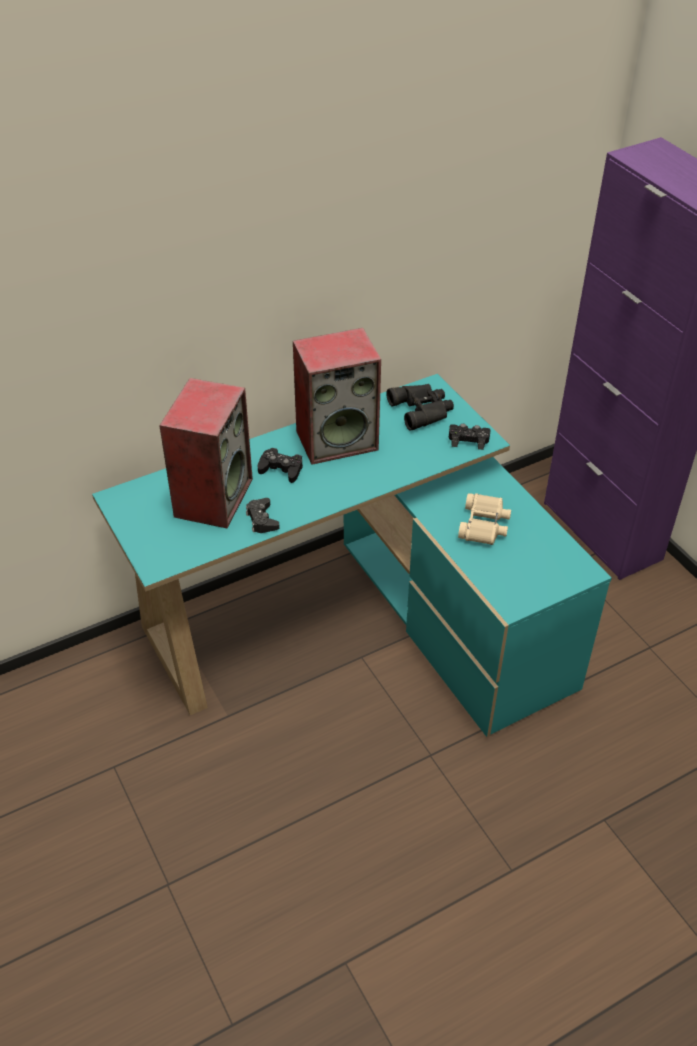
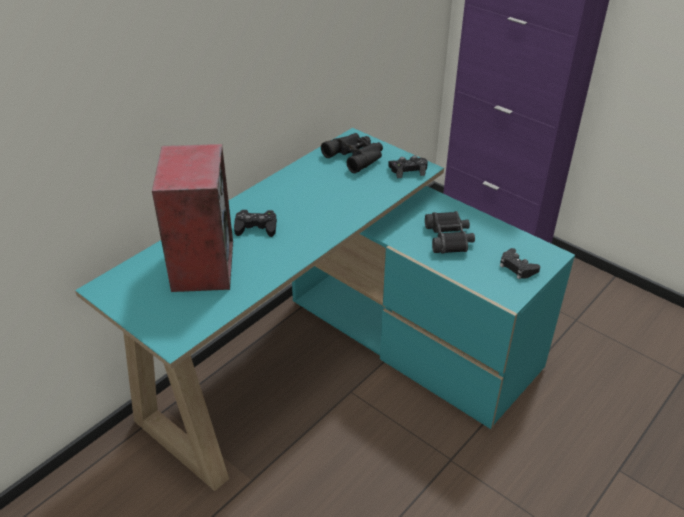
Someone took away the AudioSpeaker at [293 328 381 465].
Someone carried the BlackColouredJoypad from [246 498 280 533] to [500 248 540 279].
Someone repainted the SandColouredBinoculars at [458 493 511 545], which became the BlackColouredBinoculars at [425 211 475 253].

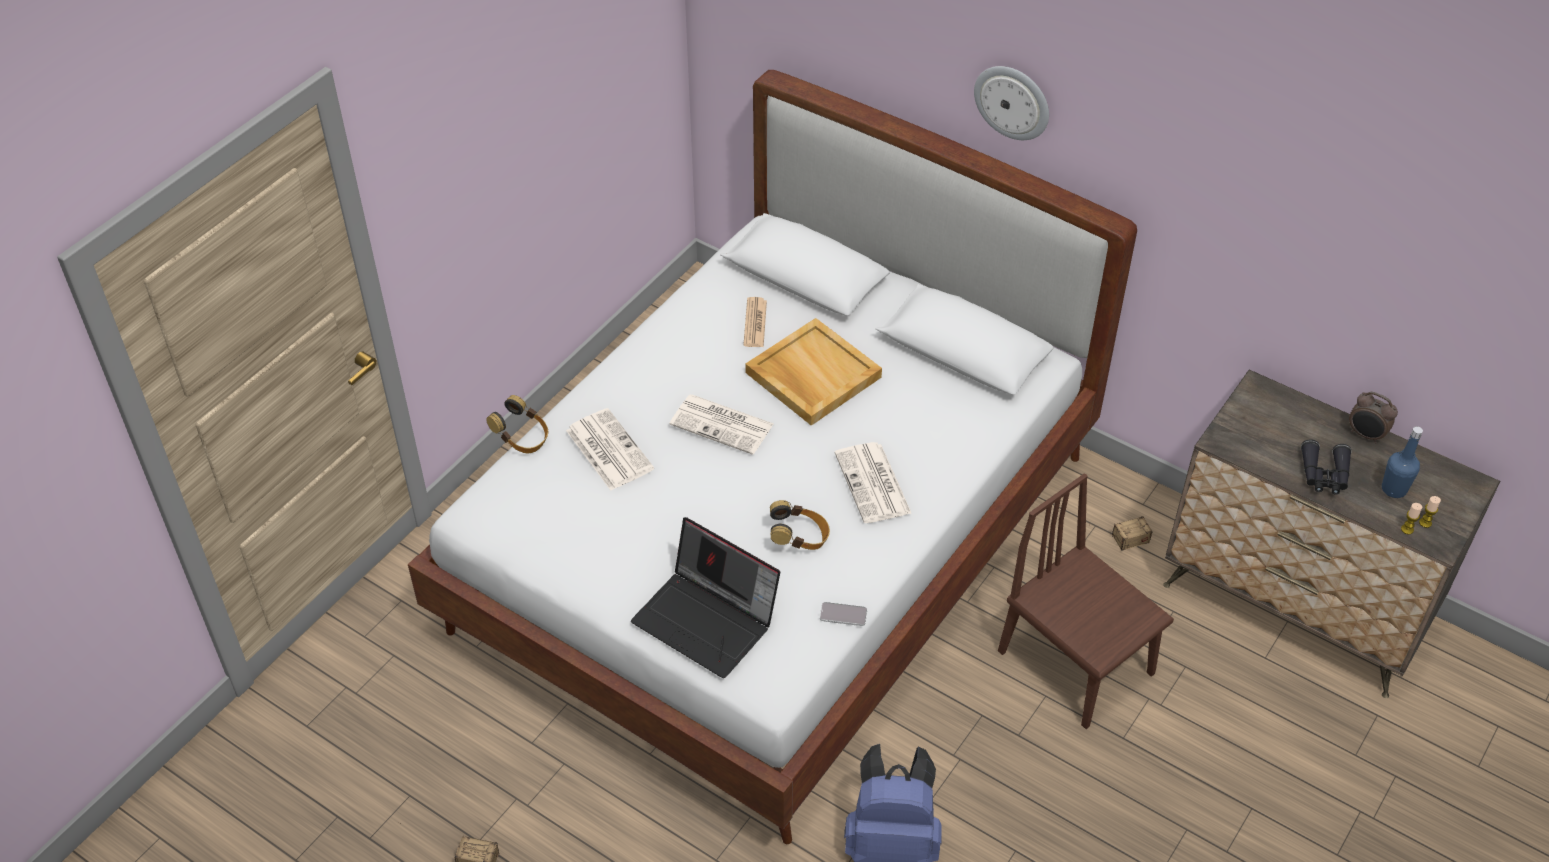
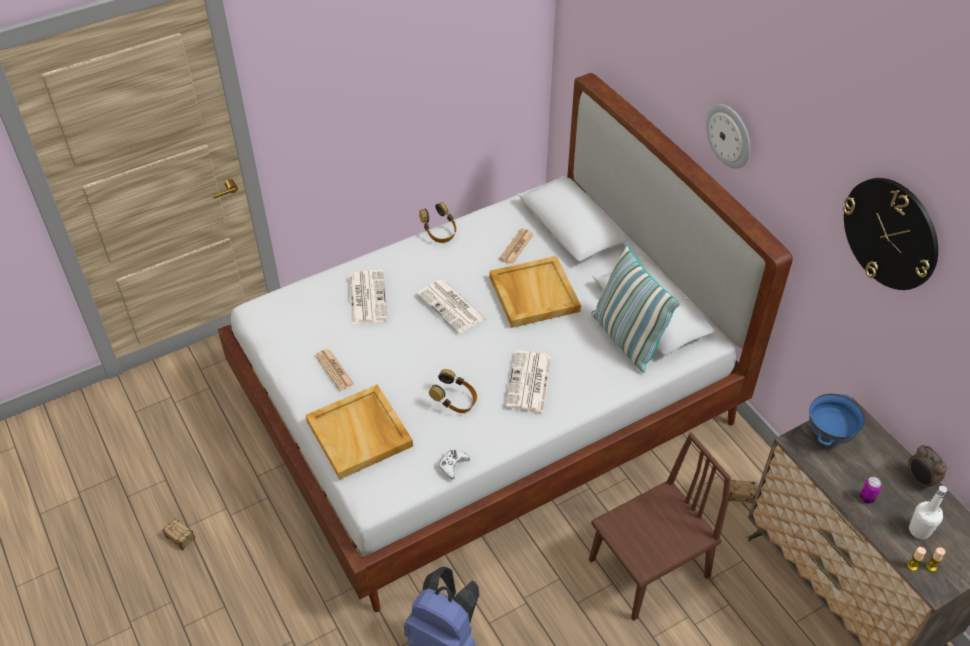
Someone put down the DailyPaper at [315 349 355 391].
Someone put down the ThrowPillow at [591 244 680 373].
Someone put down the BlueColouredBowl at [809 394 865 445].
Someone put up the ClockOnTheWall at [843 178 938 290].
Someone carried the Headset from [486 395 548 453] to [419 202 456 243].
Someone swapped the PortableComputer at [631 517 780 678] for the SandColouredServingTray at [306 384 413 480].
Someone swapped the Telephone at [820 602 867 626] for the WhiteJoypad at [439 449 470 479].
Someone swapped the BlackColouredBinoculars at [1301 439 1352 495] for the Can at [860 477 882 504].
Someone repainted the BlueColouredBottle at [1382 426 1423 498], which became the WhiteBottle at [909 485 947 539].
Someone rotated the BrownishPlainChair at [998 473 1174 729] by 75 degrees clockwise.

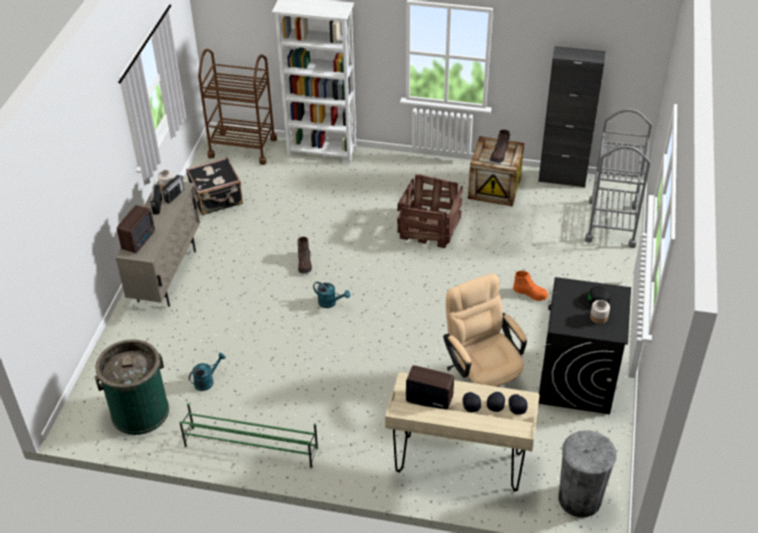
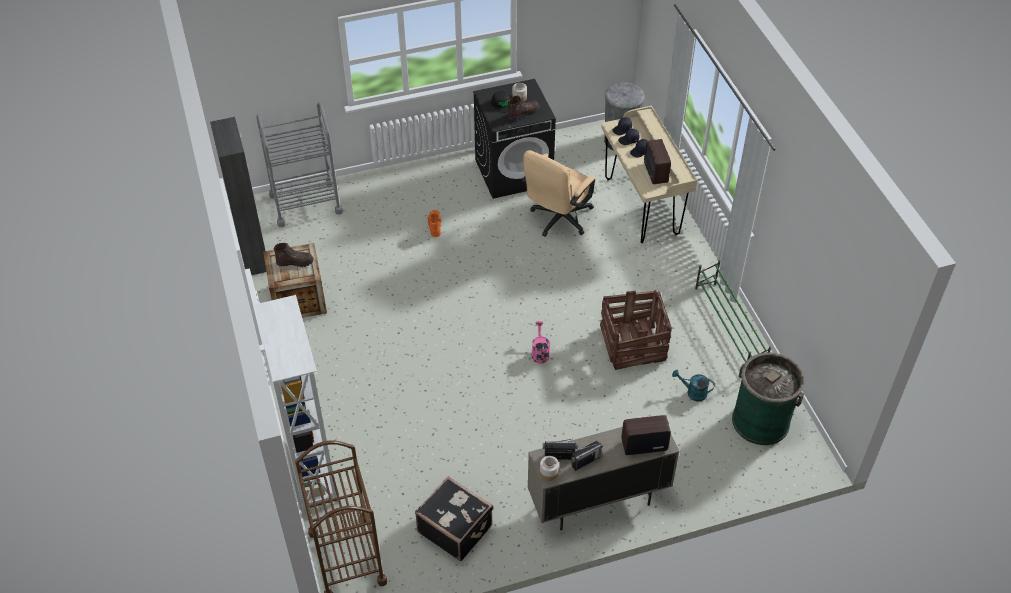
Someone carried the BrownishBoot from [297 237 312 273] to [507 96 540 120].
Someone carried the ShippingCrate from [397 174 463 248] to [600 290 672 370].
Someone repainted the TurquoiseWateringCan at [313 282 350 308], which became the PinkWateringCan at [532 321 550 364].

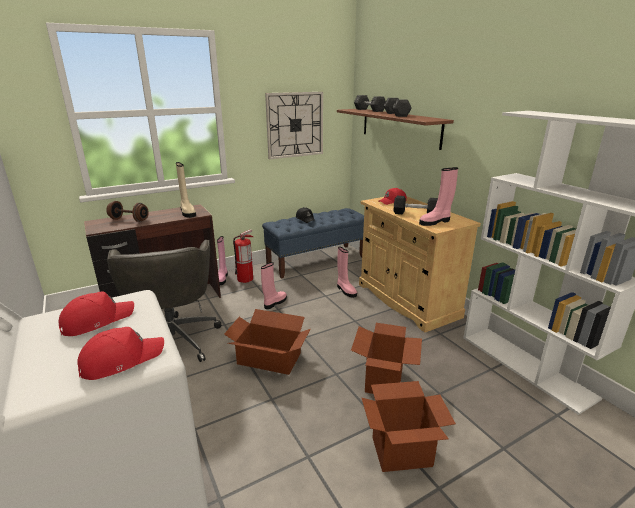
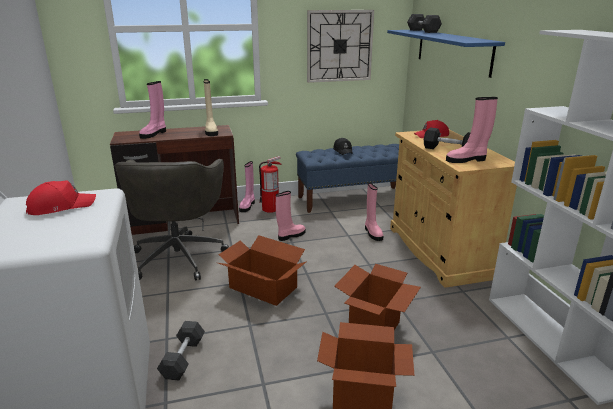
Someone took away the RedColouredPeakedCap at [77 327 164 380].
Someone carried the GreyDumbbell from [383 98 412 117] to [157 321 205 380].
Someone swapped the BrownishDumbbell at [106 201 149 222] for the PinkBoot at [139 81 166 139].
Someone repainted the BrownishBracketShelf at [337 109 454 150], which became the BlueColouredBracketShelf at [387 30 505 78].

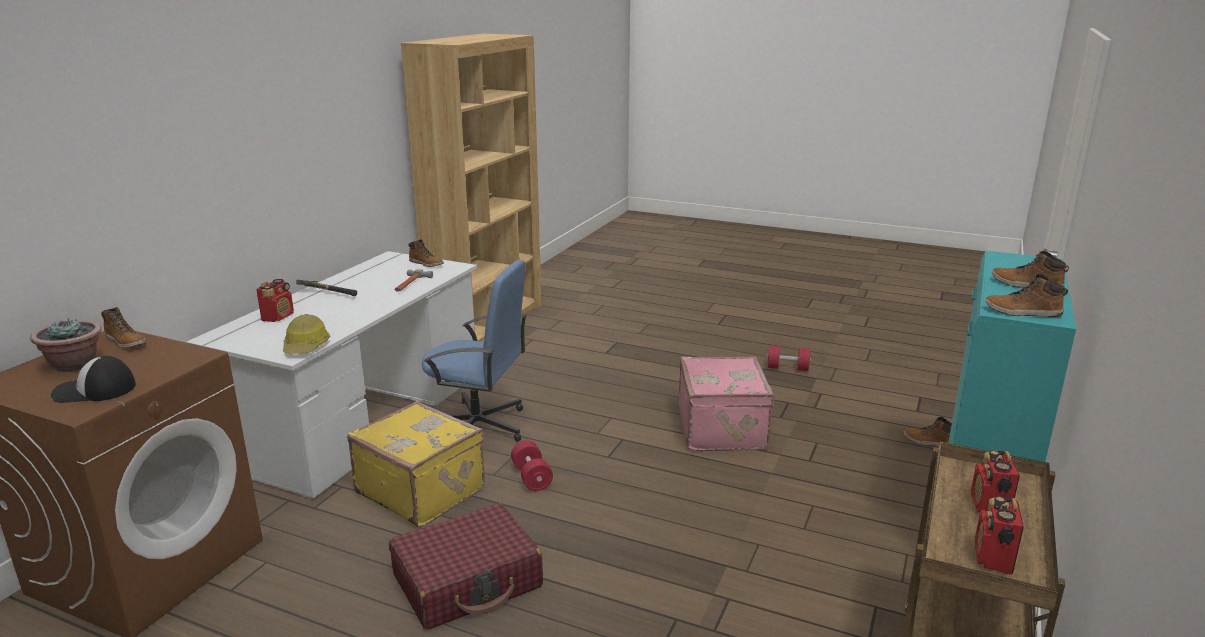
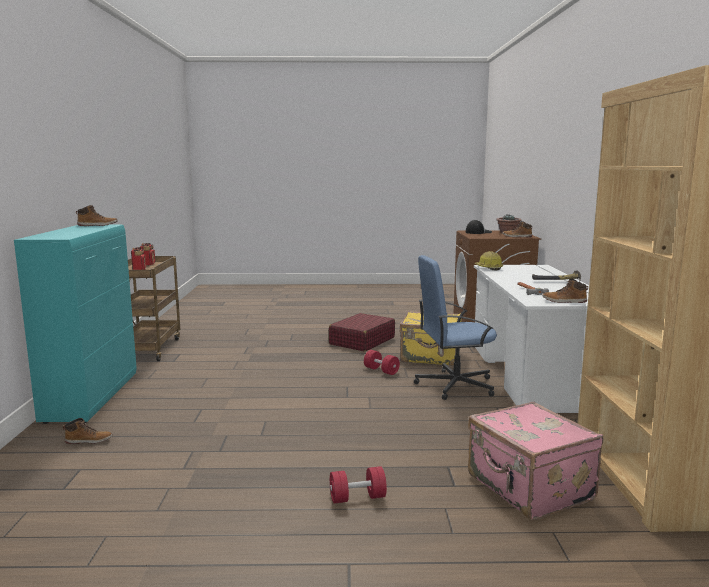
Someone took away the RadioReceiver at [256 279 294 322].
Someone took away the Boot at [992 251 1069 288].
Someone carried the PinkPieceOfLuggage from [678 356 775 451] to [468 402 603 520].
Someone carried the RedColouredDumbbell from [767 345 811 371] to [330 466 387 503].

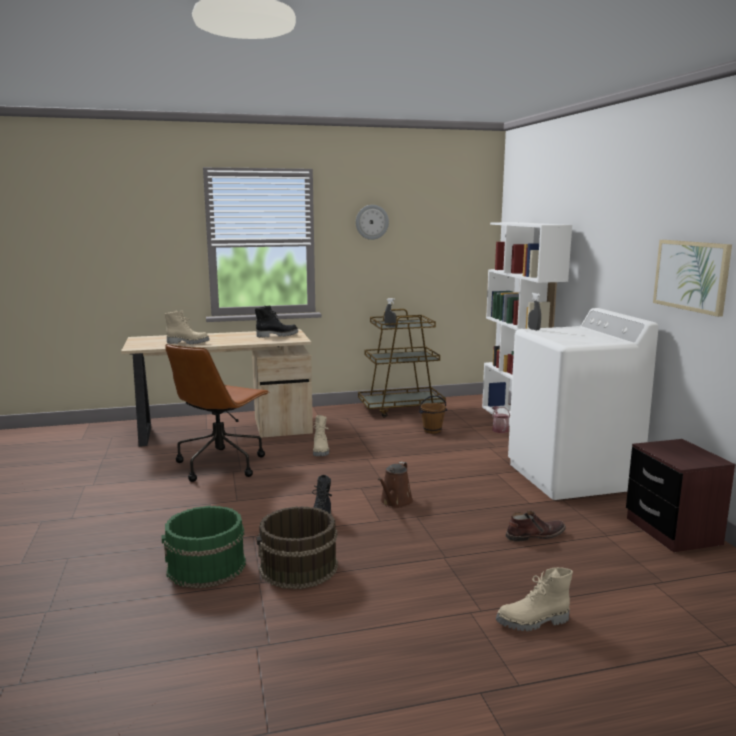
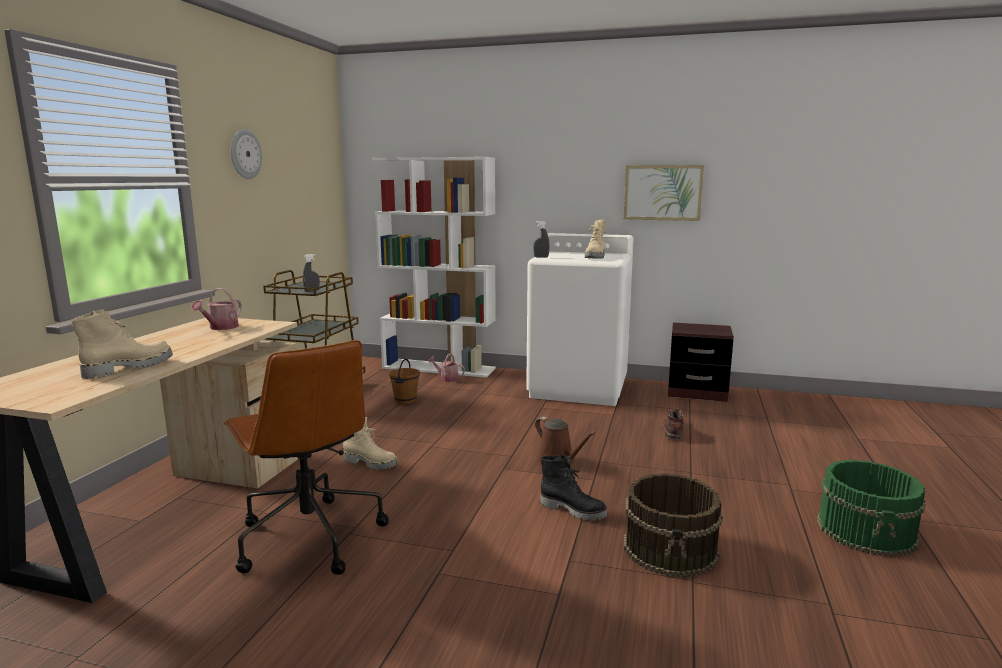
Someone carried the GreenColouredPail from [162 506 246 588] to [817 460 926 557].
Someone carried the SandColouredBoot from [496 567 573 631] to [585 220 606 259].
Someone swapped the BlackColouredBoot at [255 305 298 337] for the WateringCan at [191 288 242 330].

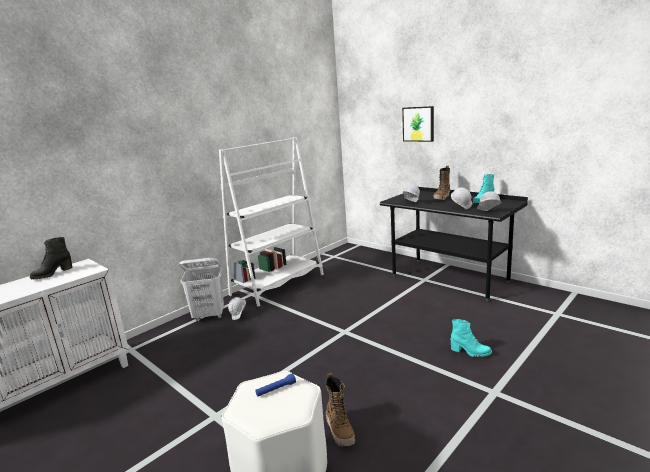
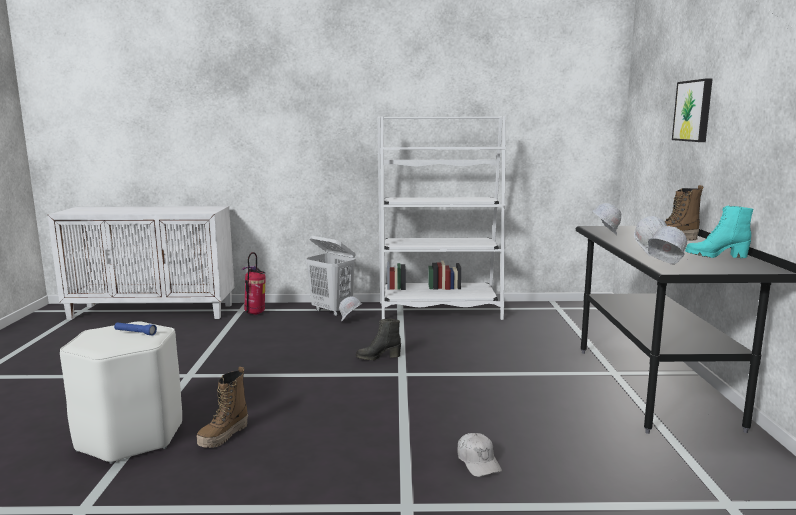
Someone put down the Extinguisher at [242 252 266 315].
Someone carried the BlackColouredBoot from [30 237 72 279] to [356 319 401 360].
Someone swapped the TurquoiseBoot at [451 319 492 357] for the WhitePeakedCap at [457 433 502 477].

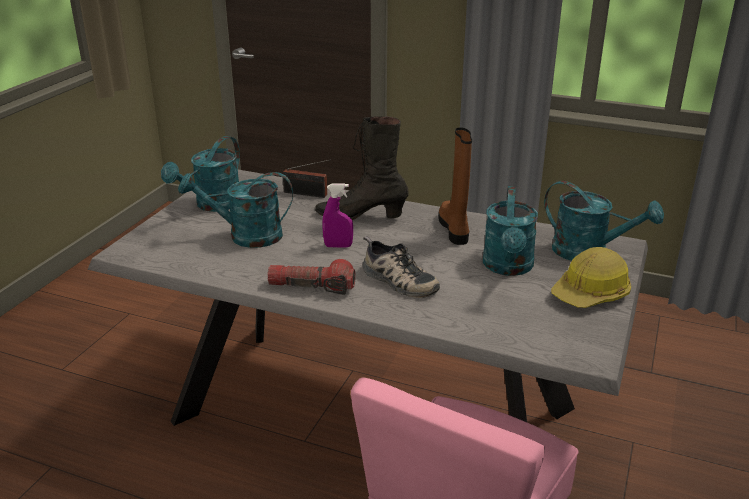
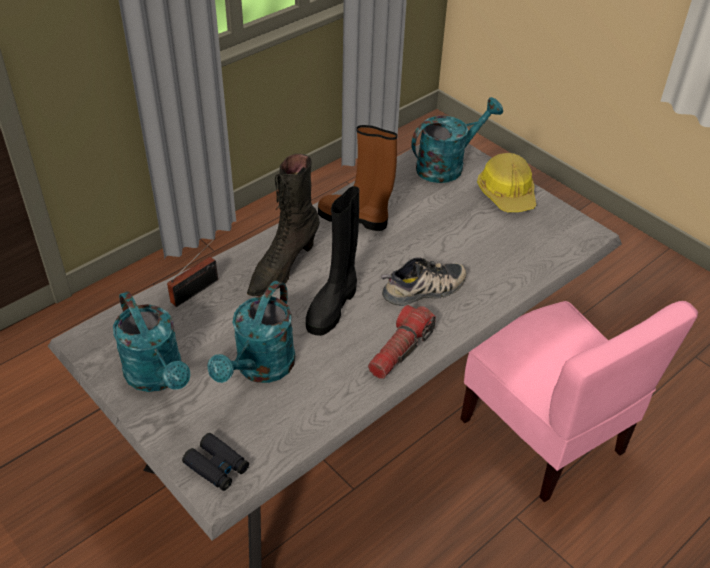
Someone took away the TurquoiseWateringCan at [483 186 538 276].
Someone put down the BlackColouredBinoculars at [182 433 249 491].
Someone swapped the PurplishSprayBottle at [322 183 353 248] for the BlackColouredBoot at [306 186 359 336].

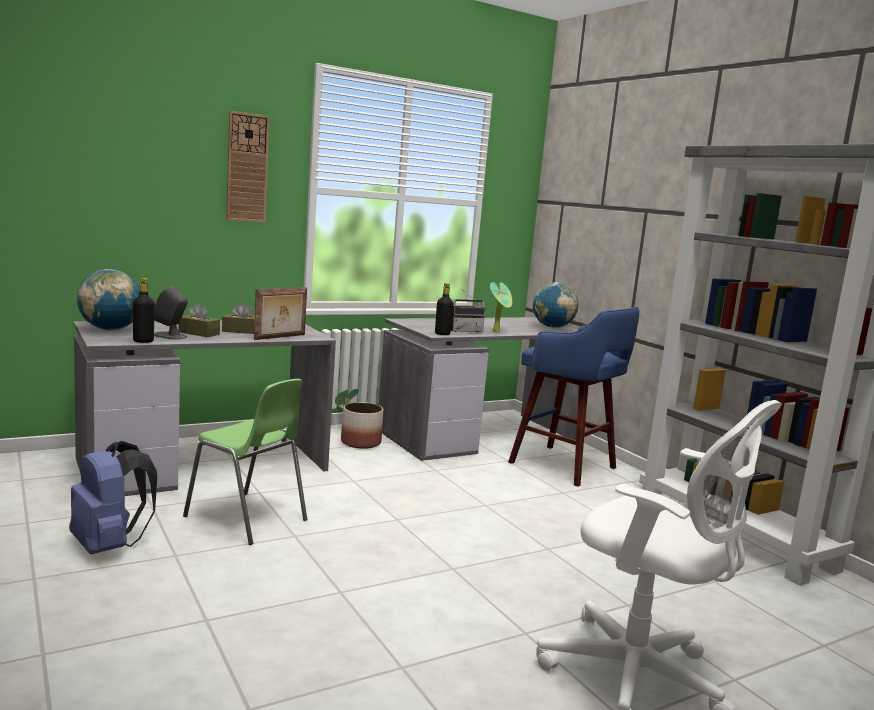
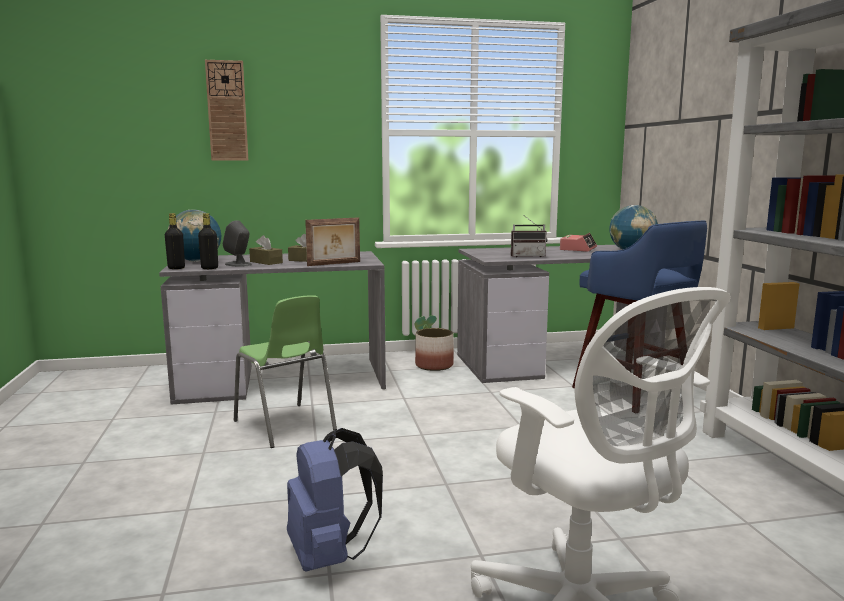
Someone took away the Houseplant at [490 282 512 332].
Someone put down the BedsideClock at [560 233 597 252].
Someone carried the BlueColouredBackpack from [69 441 157 554] to [287 428 383 571].
Someone carried the ClockOnTheWall from [226 111 270 222] to [205 60 248 161].
Someone carried the BlackColouredBottle from [435 283 453 335] to [165 213 185 269].

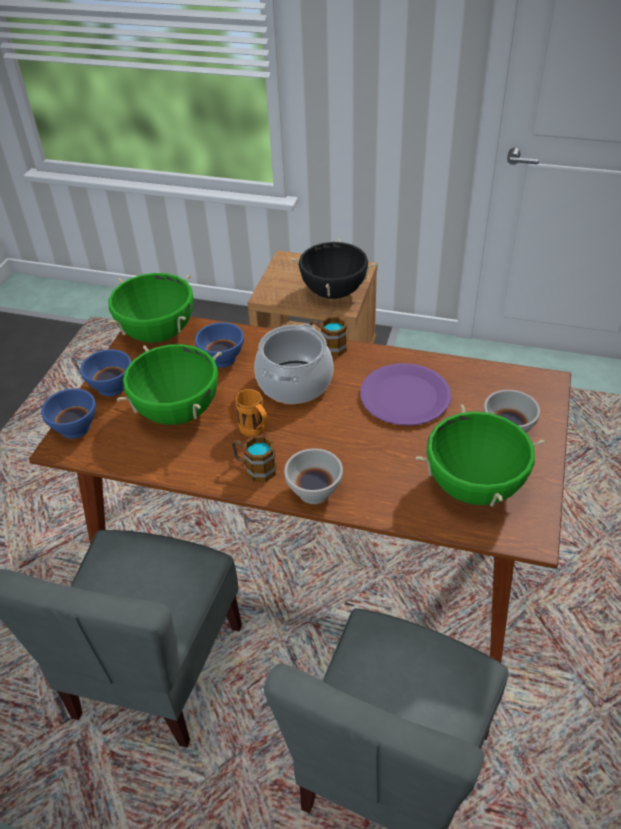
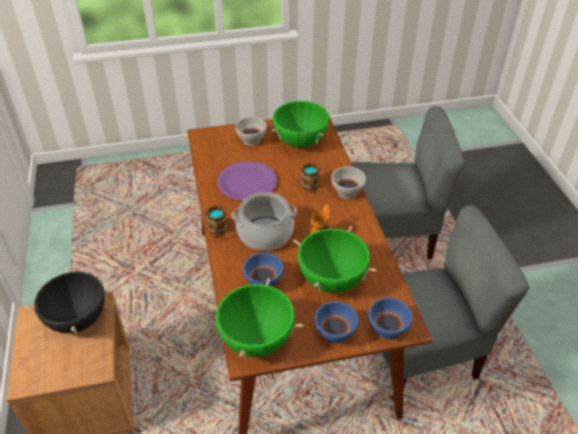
Someone carried the Mug from [232 435 276 482] to [300 162 320 193].

